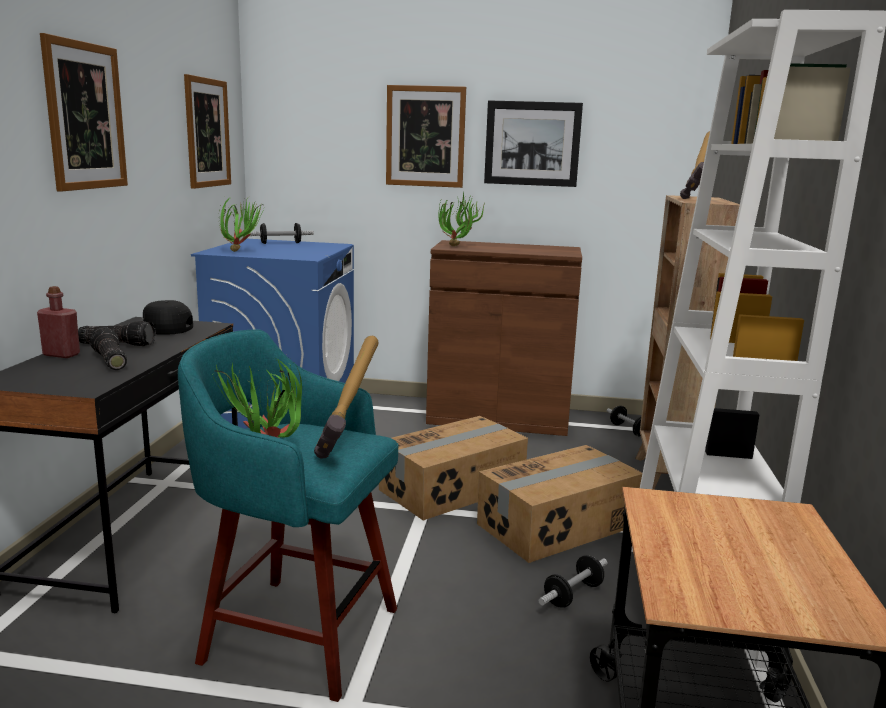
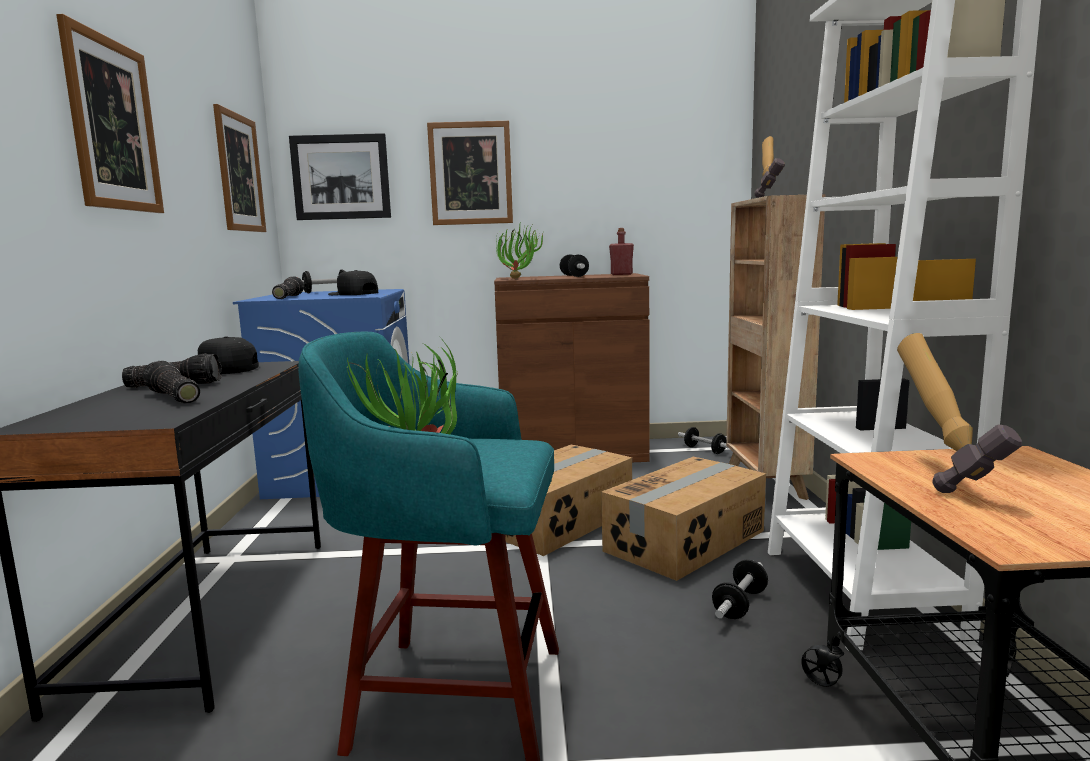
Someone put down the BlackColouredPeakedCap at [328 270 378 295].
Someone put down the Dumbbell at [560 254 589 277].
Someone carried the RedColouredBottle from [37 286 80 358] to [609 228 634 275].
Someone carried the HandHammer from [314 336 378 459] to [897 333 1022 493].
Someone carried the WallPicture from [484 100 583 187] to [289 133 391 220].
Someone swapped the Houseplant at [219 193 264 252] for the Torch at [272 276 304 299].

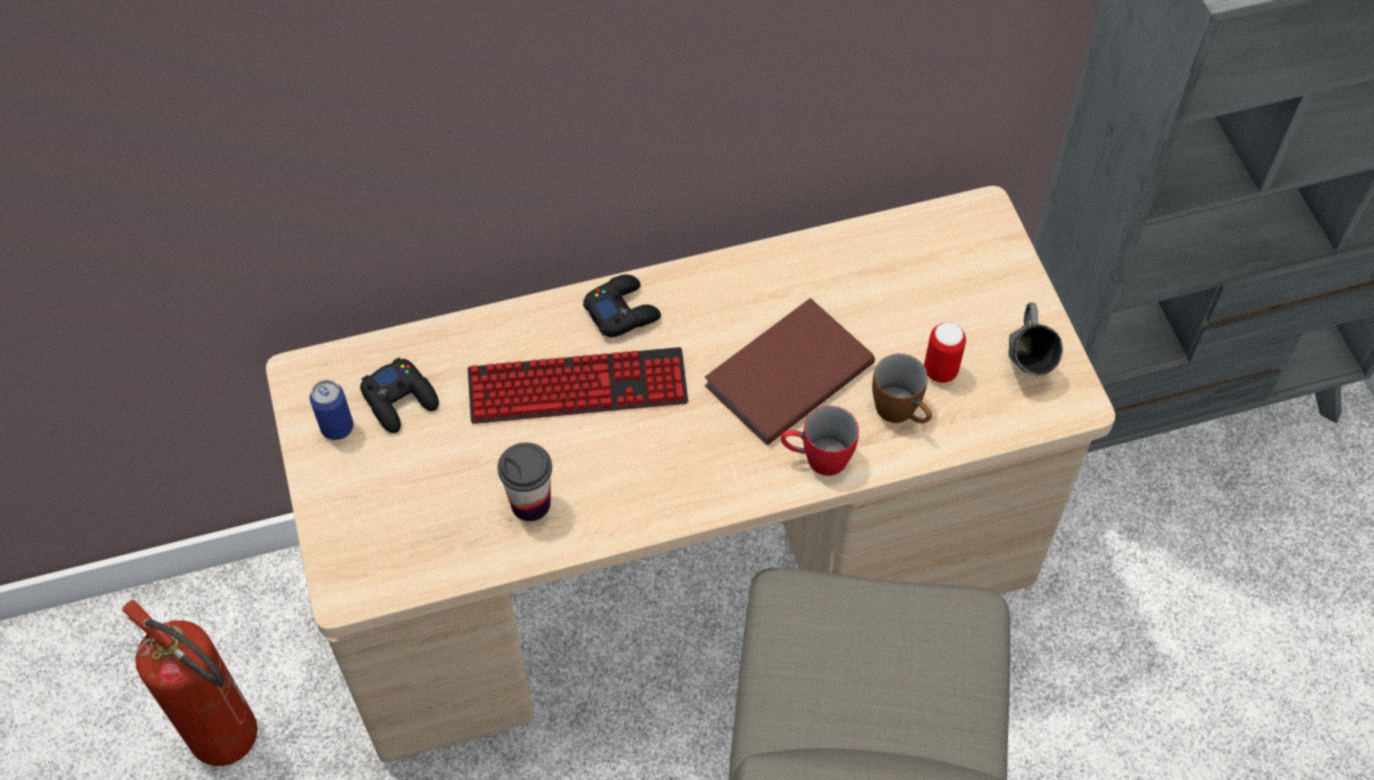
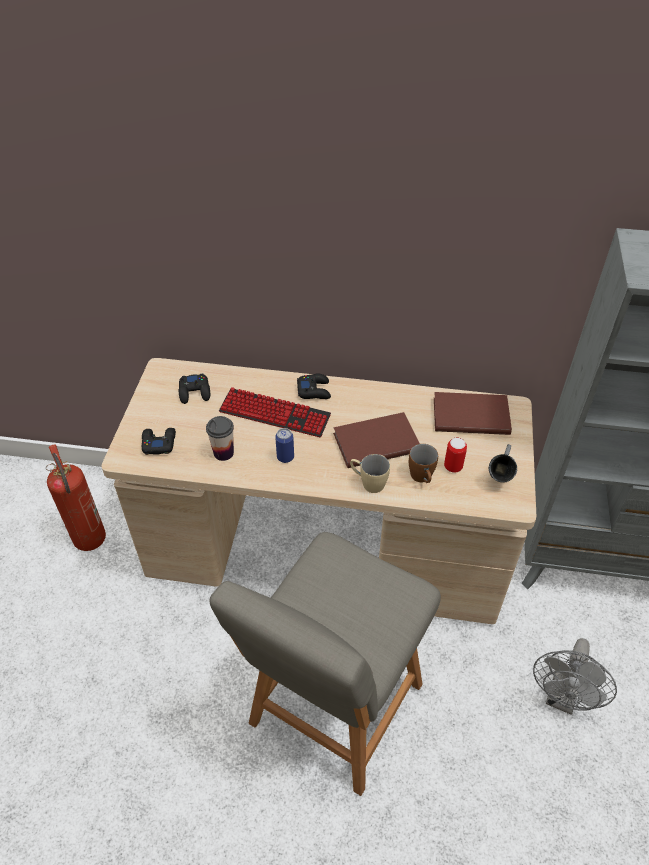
Someone put down the BlackColouredJoypad at [142 428 176 455].
Someone put down the BrownishVolume at [434 392 512 435].
Someone put down the GreyFan at [533 638 617 715].
Someone carried the Can from [310 380 353 440] to [275 428 294 463].
Someone repainted the RedColouredMug at [781 406 859 476], which became the SandColouredMug at [350 454 390 493].

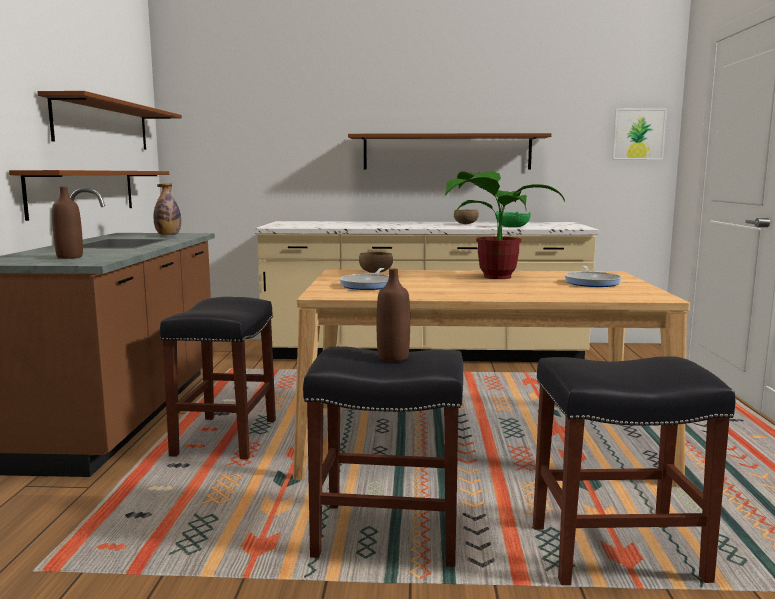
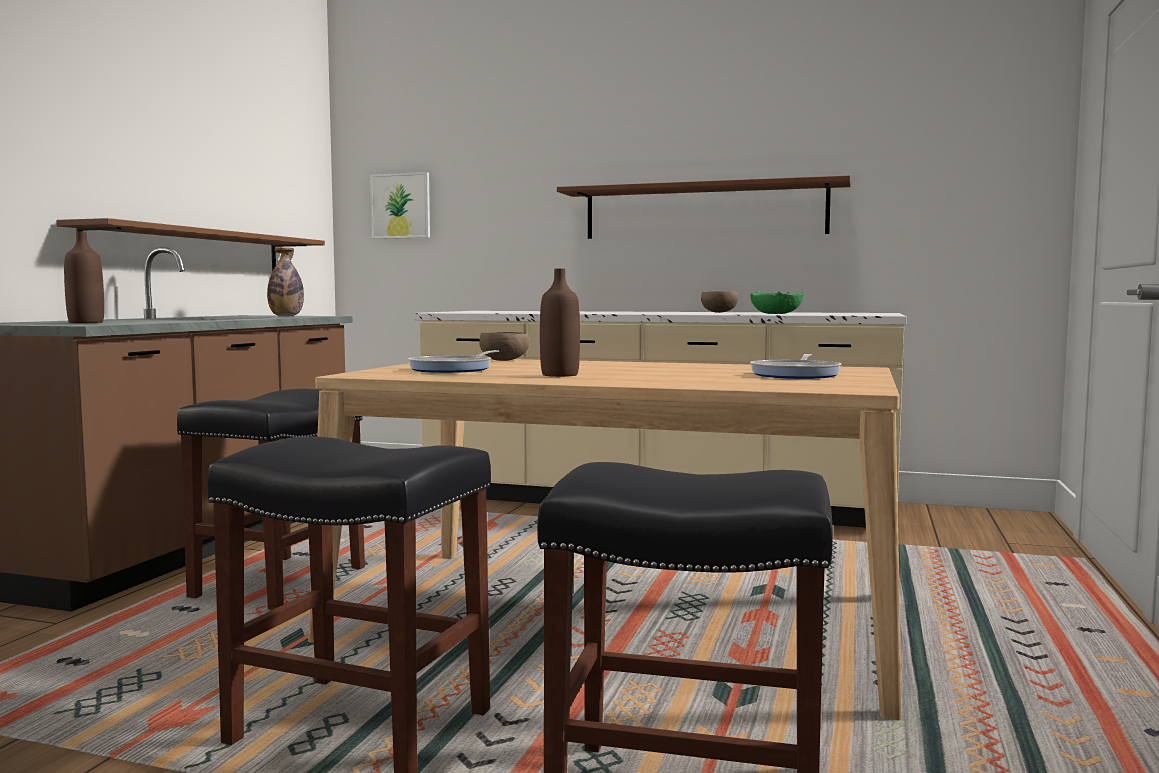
Someone took away the BrownishBracketShelf at [37 91 182 150].
Someone took away the Houseplant at [445 171 565 279].
Someone carried the BrownishBottle from [377 268 410 361] to [540 268 580 377].
Someone carried the WallPicture from [612 108 667 160] to [370 172 430 239].

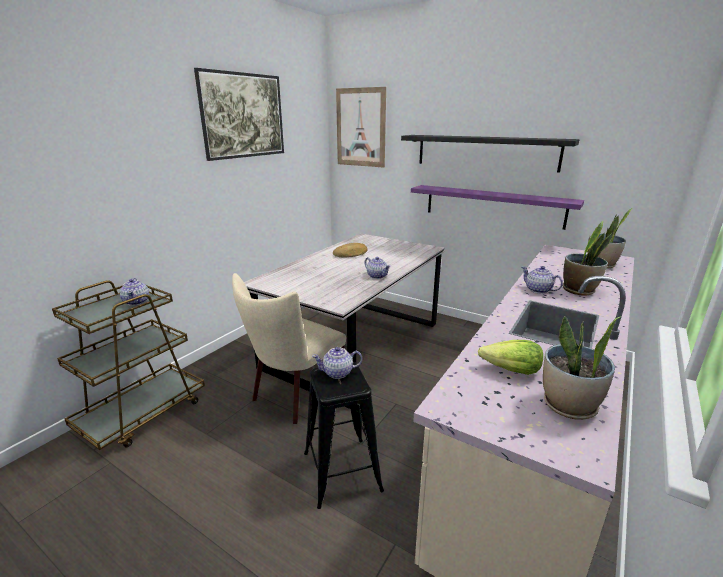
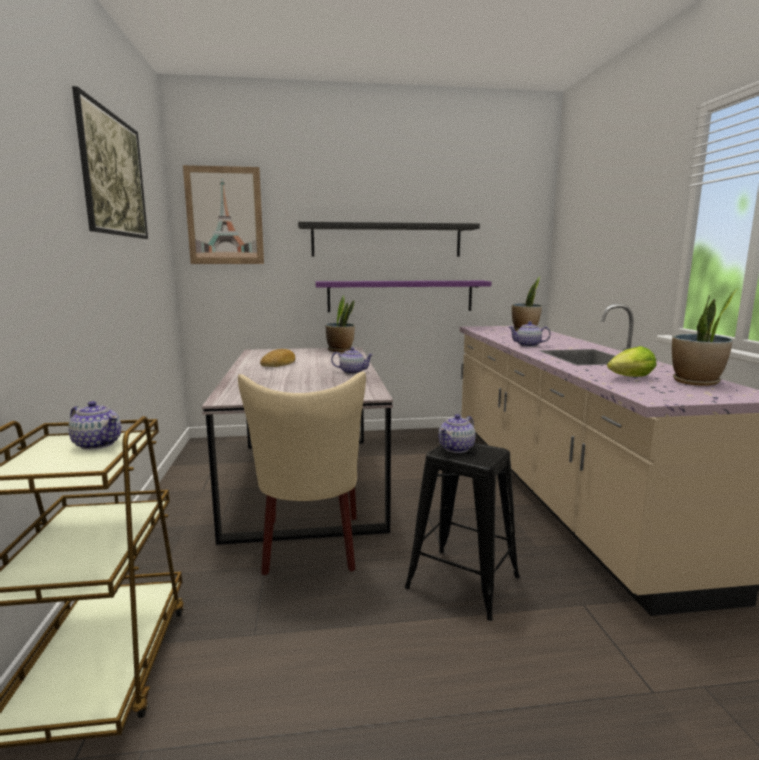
Someone carried the Houseplant from [563 221 614 296] to [326 295 355 352].

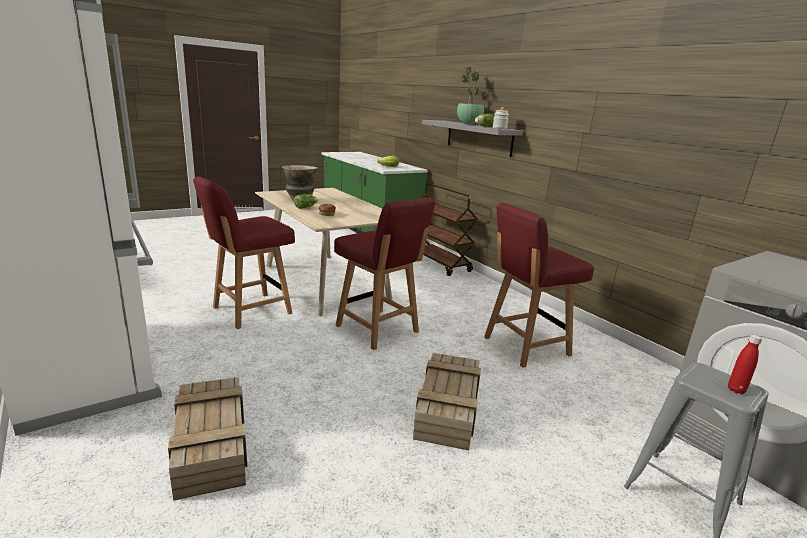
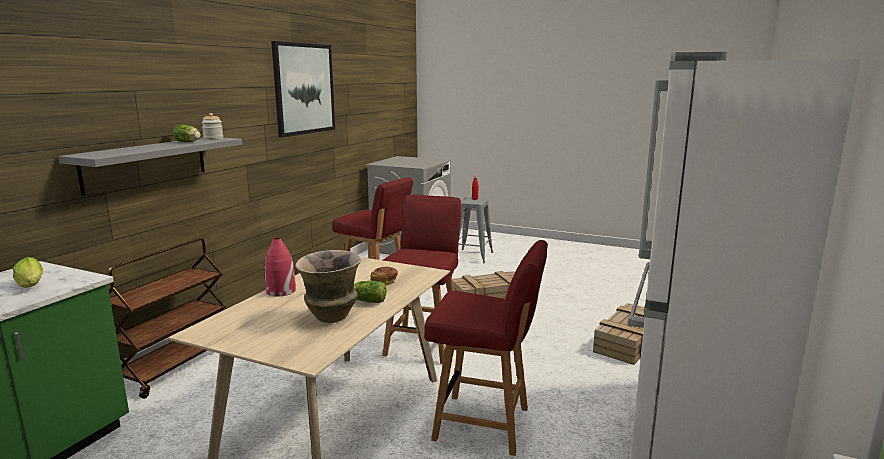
Someone took away the Houseplant at [457 67 484 125].
Someone put down the RedColouredVase at [265 238 296 297].
Someone put up the WallPicture at [271 41 335 137].

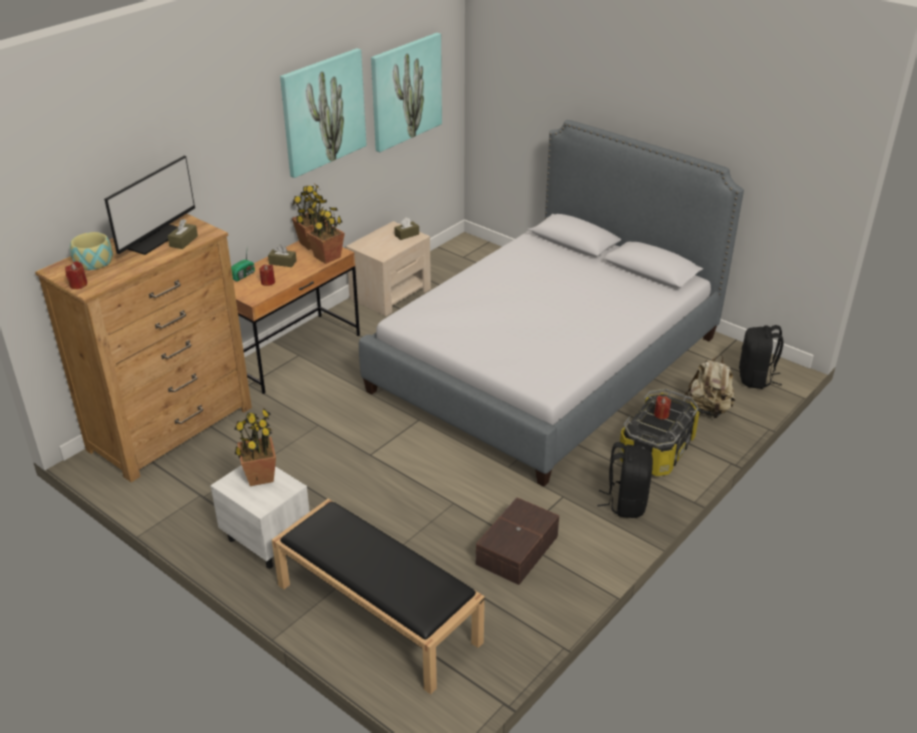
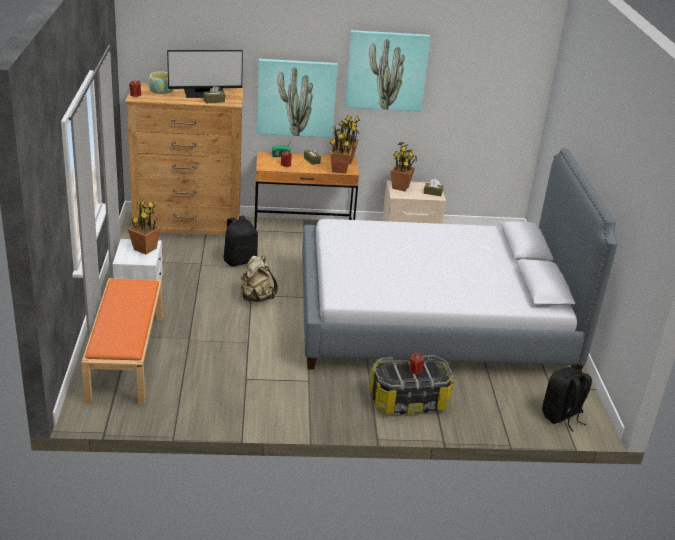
Someone took away the BrownishStorageContainer at [476 497 559 585].
Someone put down the Houseplant at [391 142 417 191].
Someone carried the WallPicture from [371 33 442 152] to [256 59 337 138].
Someone carried the BlackColouredBackpack from [597 442 653 518] to [223 215 258 266].
Someone carried the SandColouredBackpack from [685 355 735 418] to [241 255 278 302].
Someone repainted the BlackColouredLongSeat at [272 499 485 694], which became the OrangeColouredLongSeat at [81 278 163 404].

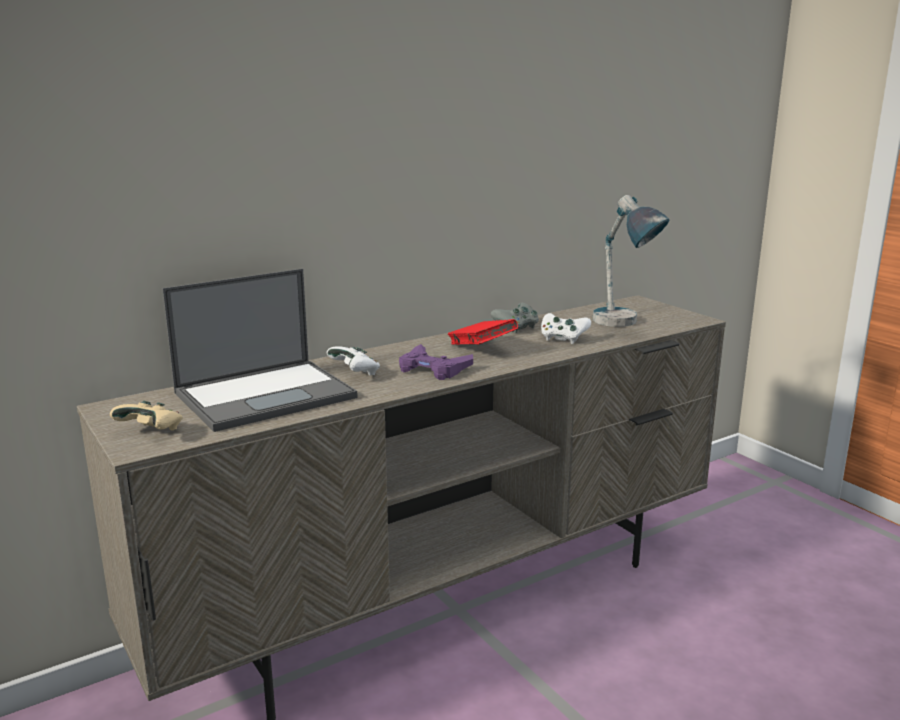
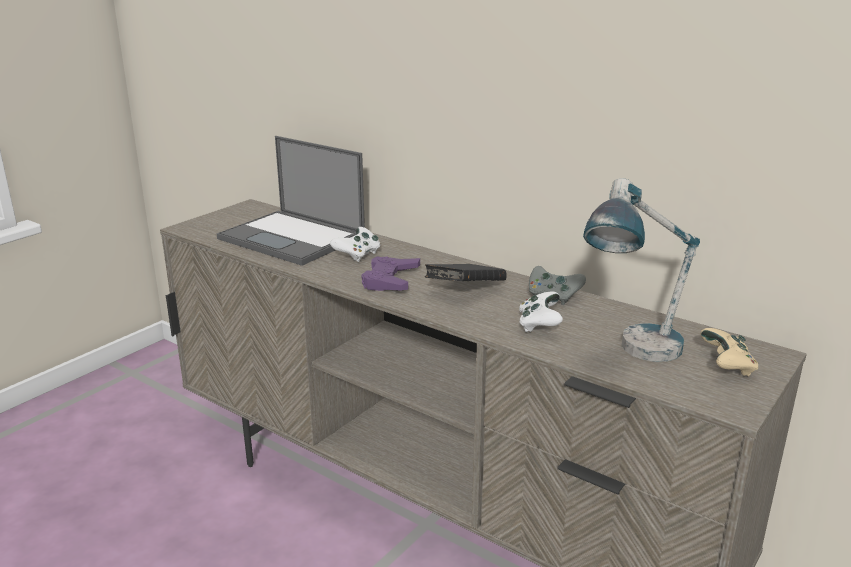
Someone carried the SandColouredJoypad from [110 401 183 431] to [700 328 758 376].
Someone repainted the RedColouredVolume at [448 319 518 345], which became the BlackColouredVolume at [425 264 507 281].

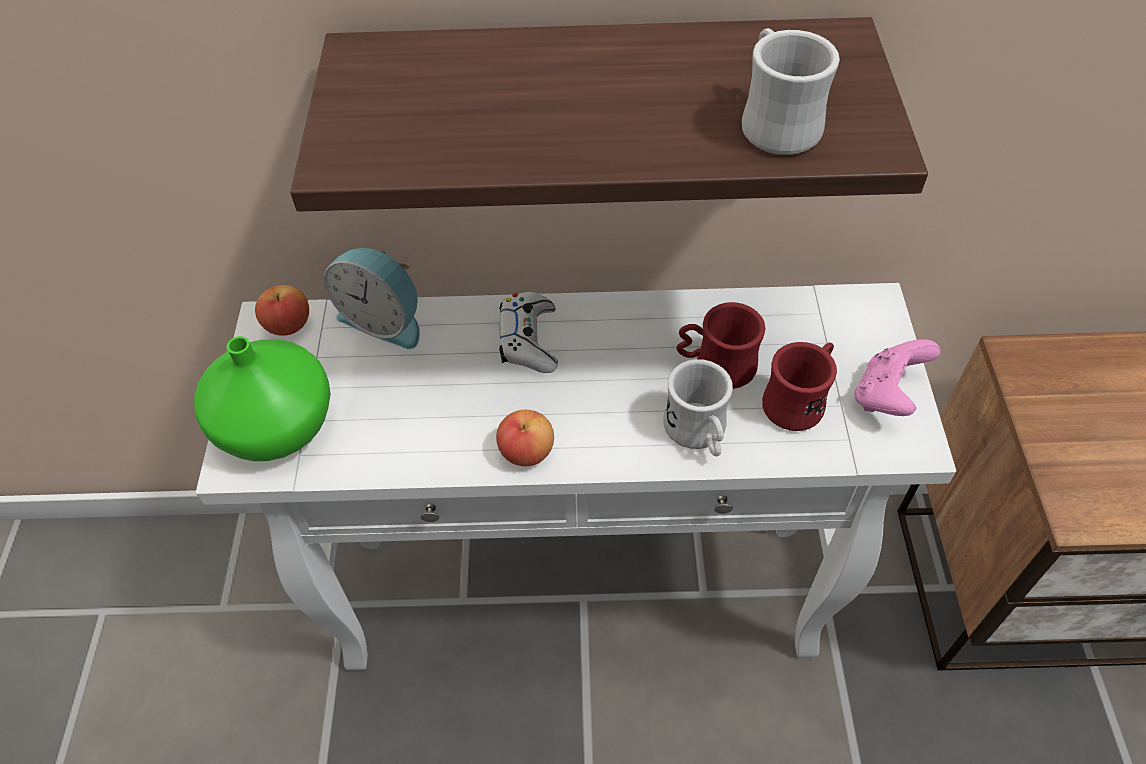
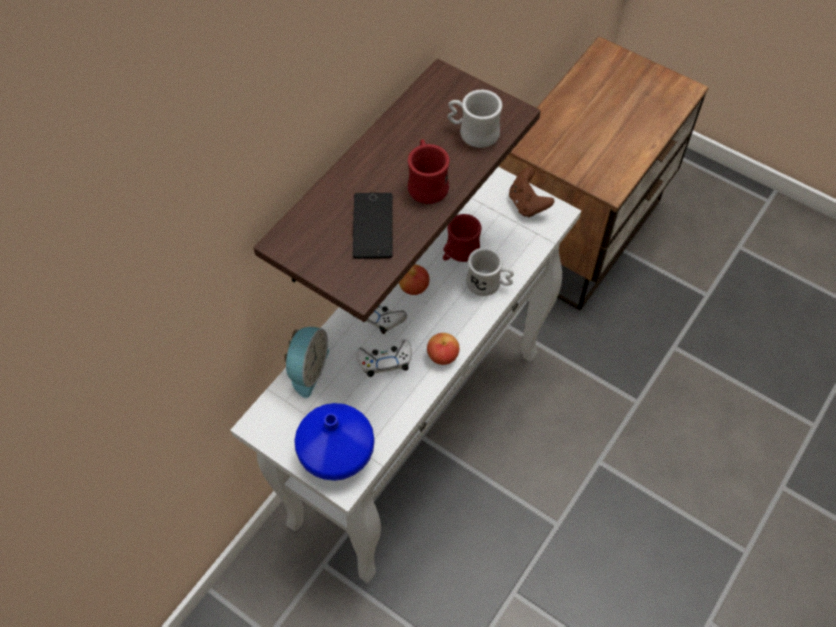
Someone put down the Telephone at [353 193 392 259].
Someone put down the WhiteJoypad at [356 340 412 377].
Someone carried the AppleFruit from [255 285 309 336] to [399 265 429 295].
Someone carried the RedColouredMug from [762 342 837 431] to [408 139 450 204].
Someone repainted the GreenColouredVase at [194 336 331 461], which became the BlueColouredVase at [294 403 374 481].
Someone repainted the PinkJoypad at [855 339 941 416], which became the BrownishJoypad at [509 167 554 218].
Someone rotated the BedsideClock at [324 248 420 350] by 45 degrees counterclockwise.

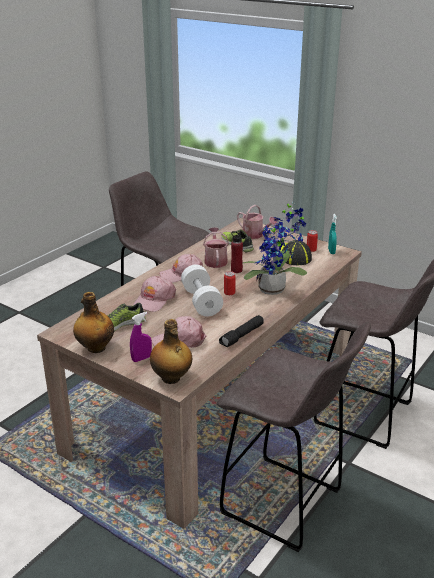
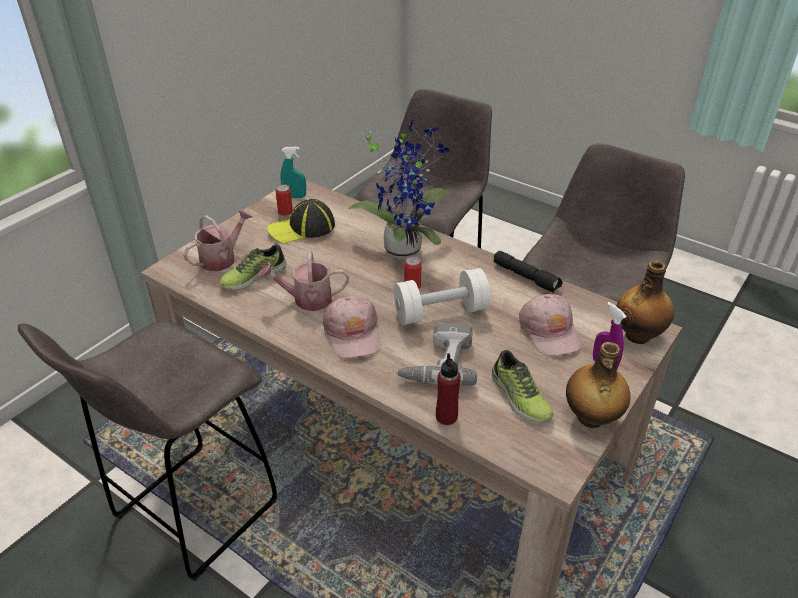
Someone carried the RedColouredBottle from [231 231 243 273] to [436 353 461 425].
Someone swapped the PinkPeakedCap at [133 276 176 312] for the Drill at [396 323 477 386].

